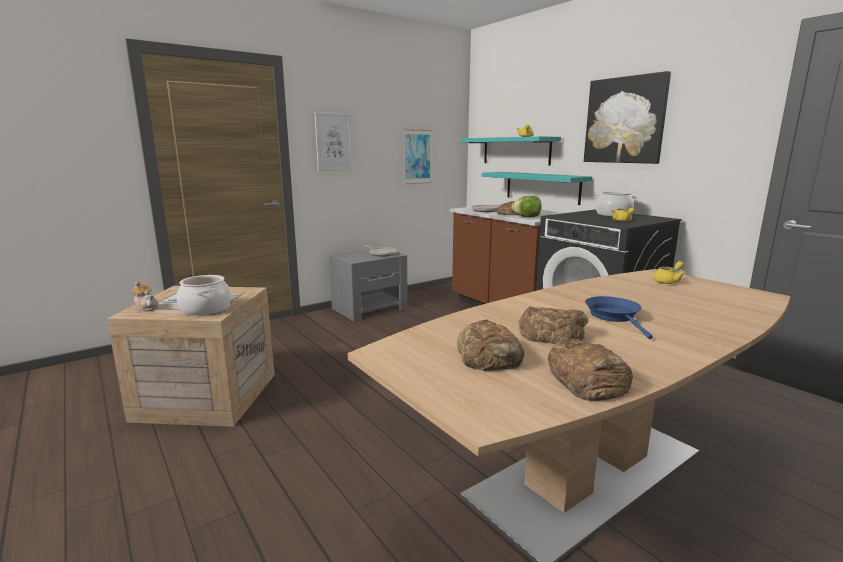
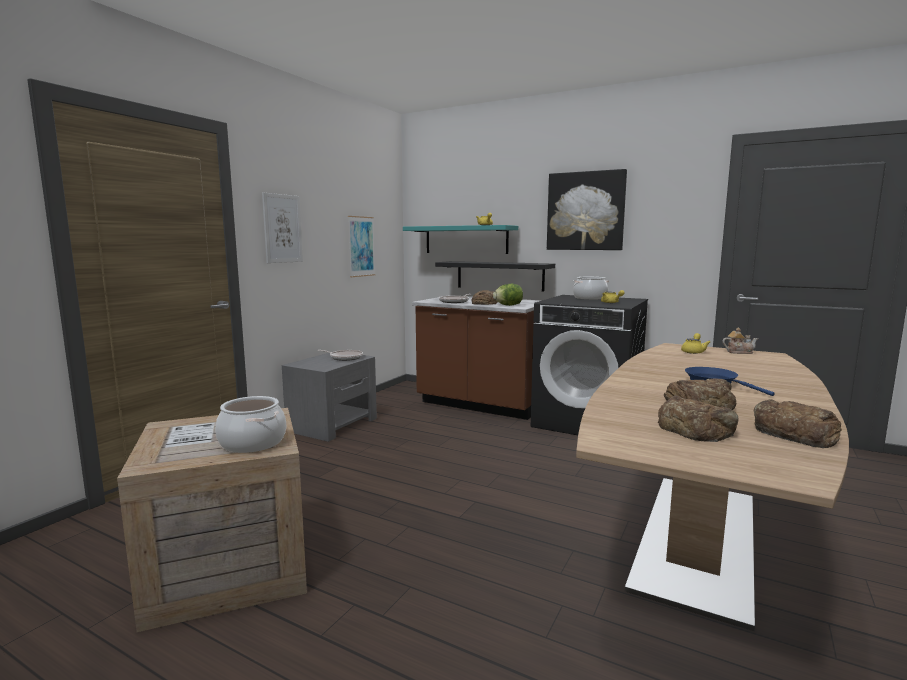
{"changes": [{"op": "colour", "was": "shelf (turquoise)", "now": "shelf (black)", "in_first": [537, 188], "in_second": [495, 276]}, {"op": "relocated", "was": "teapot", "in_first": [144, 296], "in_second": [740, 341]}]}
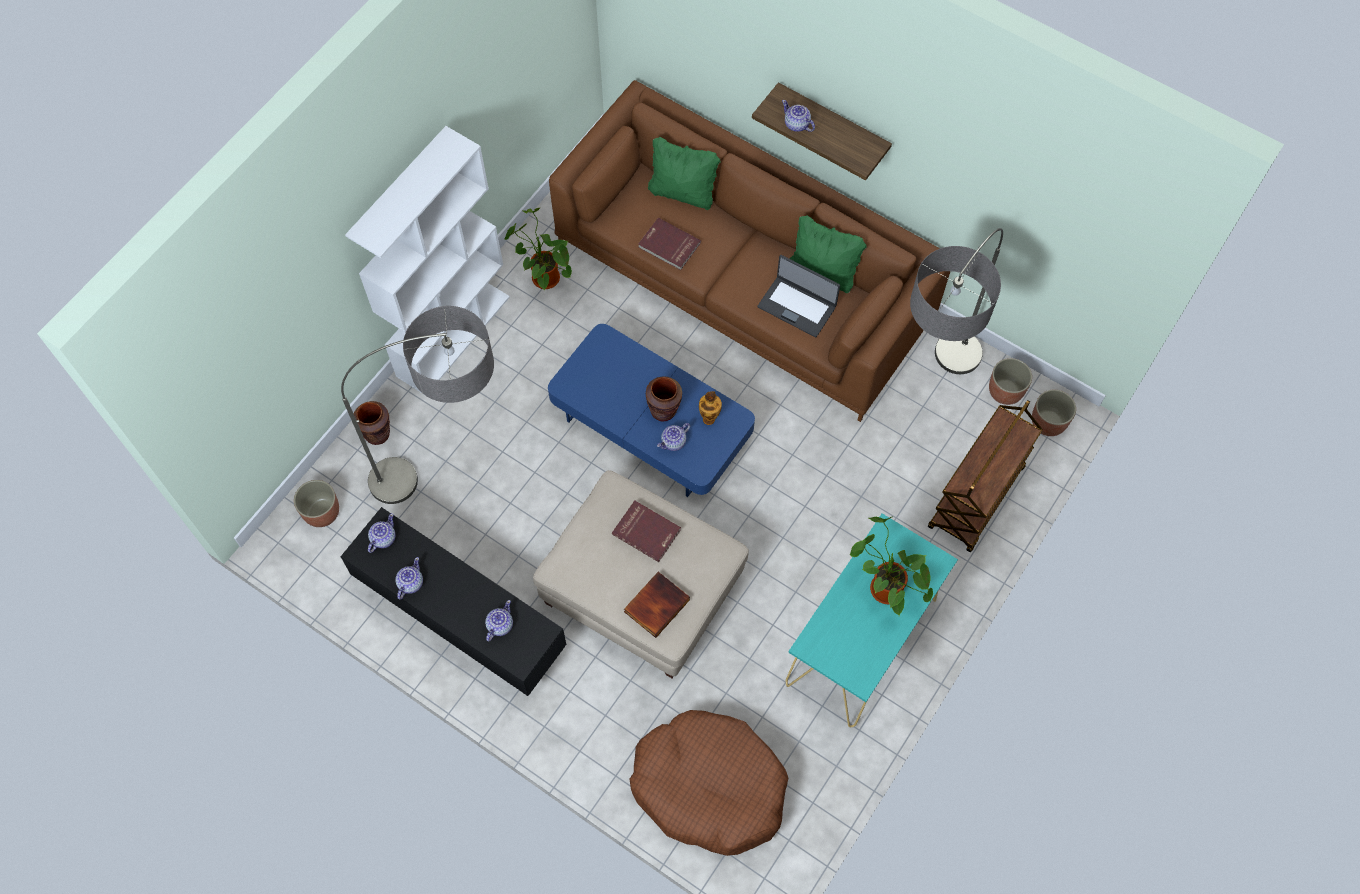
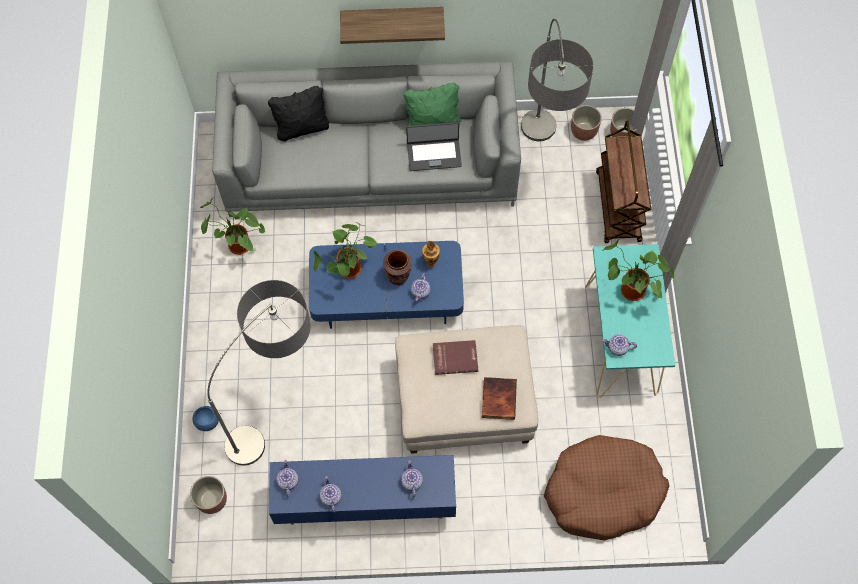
{"changes": [{"op": "colour", "was": "sofa (brown)", "now": "sofa (grey)", "in_first": [750, 251], "in_second": [366, 139]}, {"op": "relocated", "was": "teapot", "in_first": [798, 116], "in_second": [619, 345]}, {"op": "missing", "was": "bookcase (white)", "in_first": [427, 260]}, {"op": "colour", "was": "pillow (green)", "now": "pillow (black)", "in_first": [684, 173], "in_second": [298, 114]}, {"op": "missing", "was": "book (red)", "in_first": [669, 244]}, {"op": "exchanged", "was": "vase (brown)", "now": "bowl (blue)", "in_first": [372, 423], "in_second": [205, 418]}, {"op": "colour", "was": "tv stand (black)", "now": "tv stand (blue)", "in_first": [453, 601], "in_second": [362, 490]}, {"op": "appeared", "now": "potted plant", "in_second": [345, 250]}]}
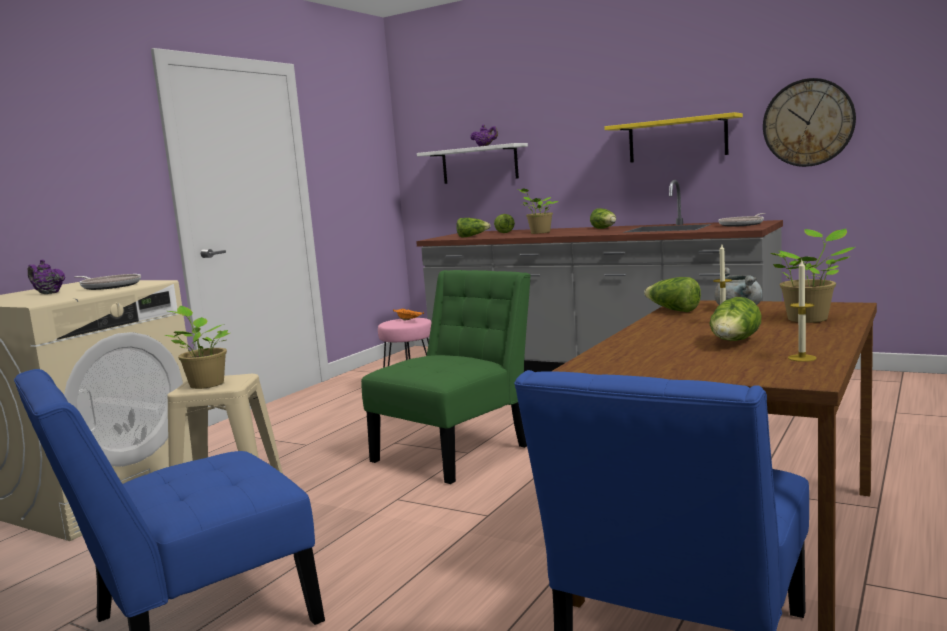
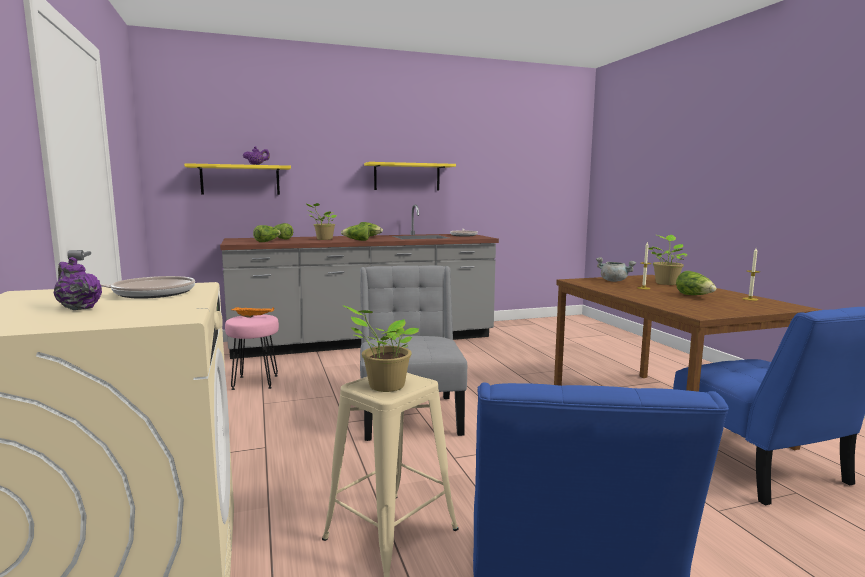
{"changes": [{"op": "missing", "was": "wall clock", "in_first": [809, 122]}, {"op": "colour", "was": "shelf (white)", "now": "shelf (yellow)", "in_first": [472, 163], "in_second": [237, 179]}, {"op": "spun", "was": "teapot (purple)", "in_first": [46, 276], "in_second": [78, 283], "clockwise": 60}, {"op": "colour", "was": "chair (green)", "now": "chair (grey)", "in_first": [446, 377], "in_second": [413, 353]}, {"op": "relocated", "was": "lettuce", "in_first": [672, 294], "in_second": [355, 232]}]}
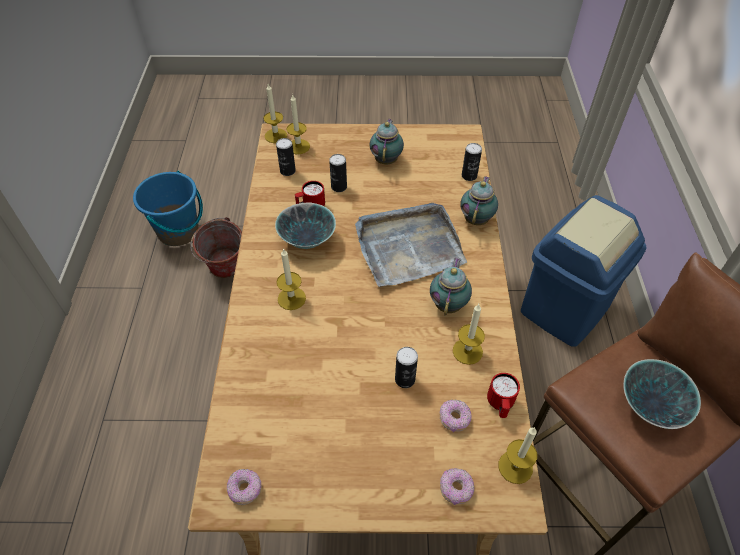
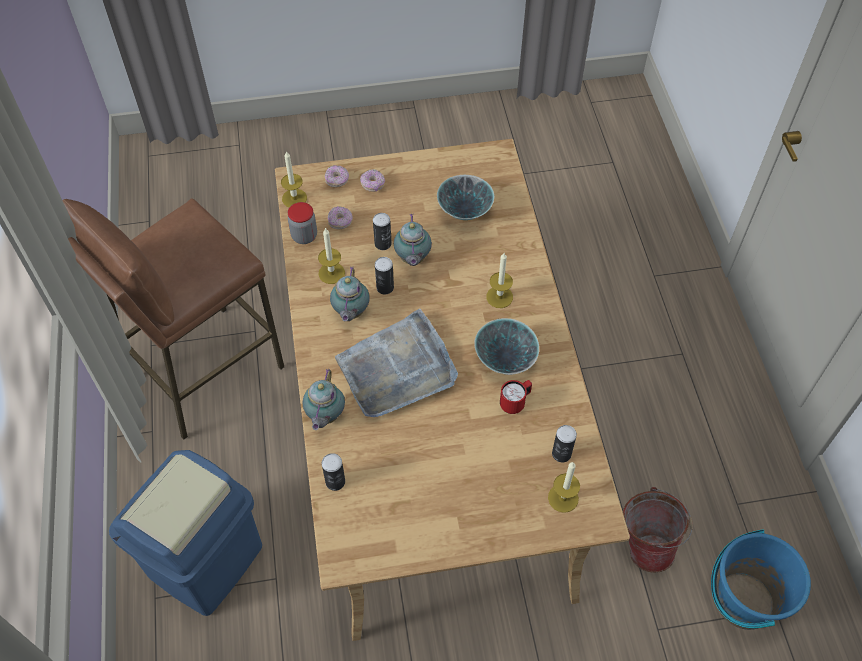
{"changes": [{"op": "missing", "was": "candle", "in_first": [275, 113]}, {"op": "relocated", "was": "teapot", "in_first": [387, 141], "in_second": [413, 239]}, {"op": "relocated", "was": "can", "in_first": [338, 173], "in_second": [384, 276]}, {"op": "relocated", "was": "bowl", "in_first": [662, 394], "in_second": [465, 197]}, {"op": "exchanged", "was": "mug (red)", "now": "jar", "in_first": [503, 395], "in_second": [302, 223]}, {"op": "relocated", "was": "donut", "in_first": [244, 487], "in_second": [372, 180]}]}
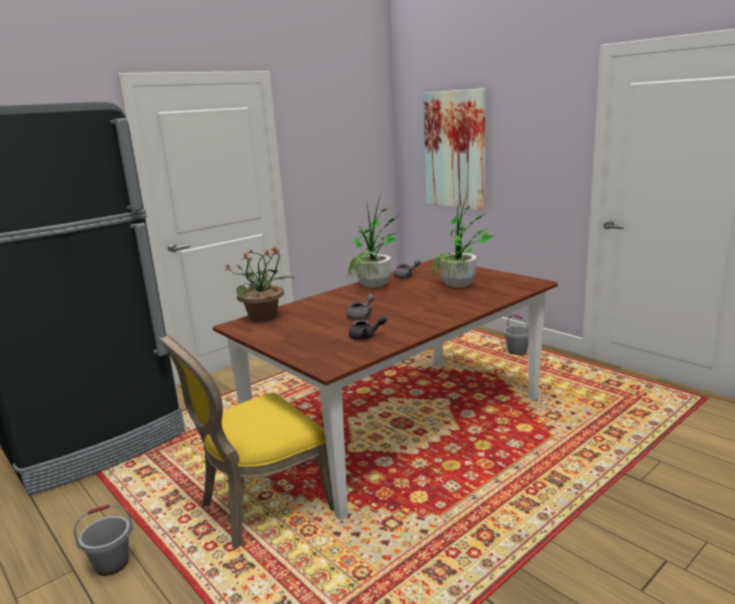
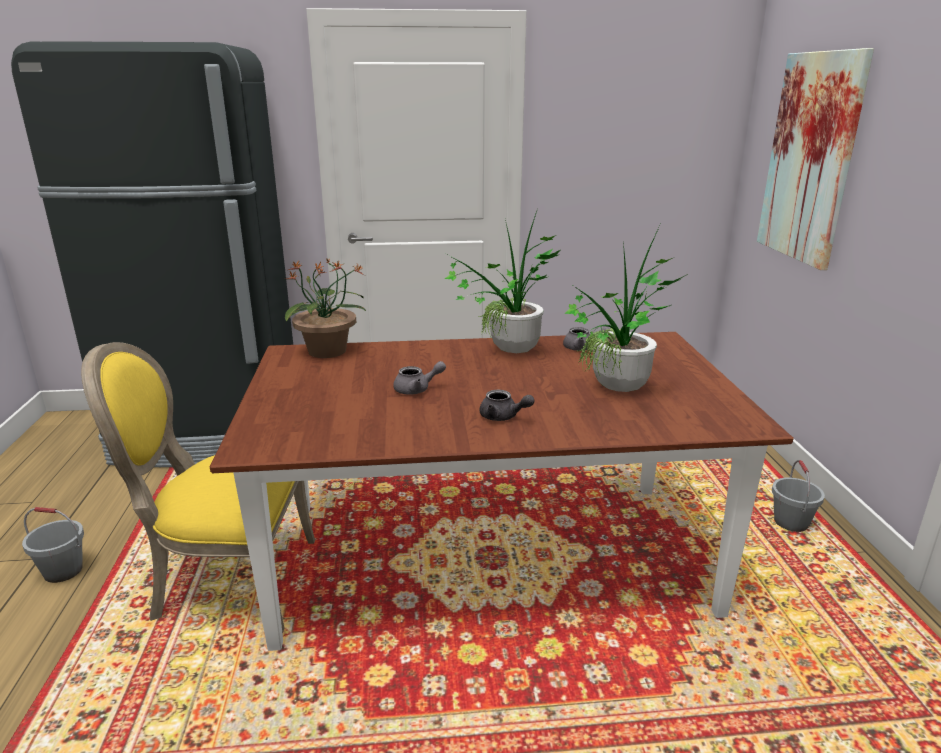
{"changes": [{"op": "relocated", "was": "teapot (grey)", "in_first": [368, 328], "in_second": [506, 405]}]}
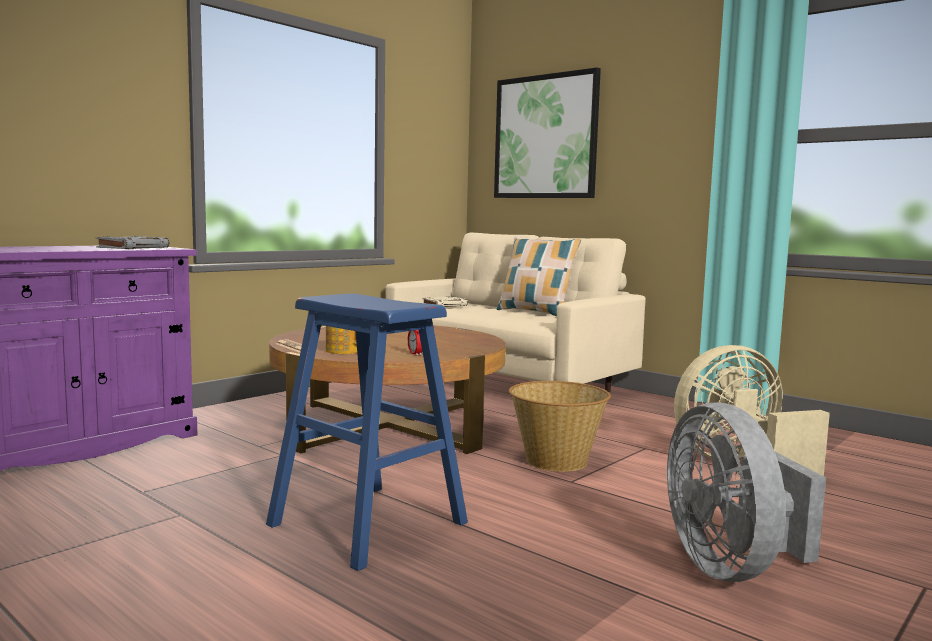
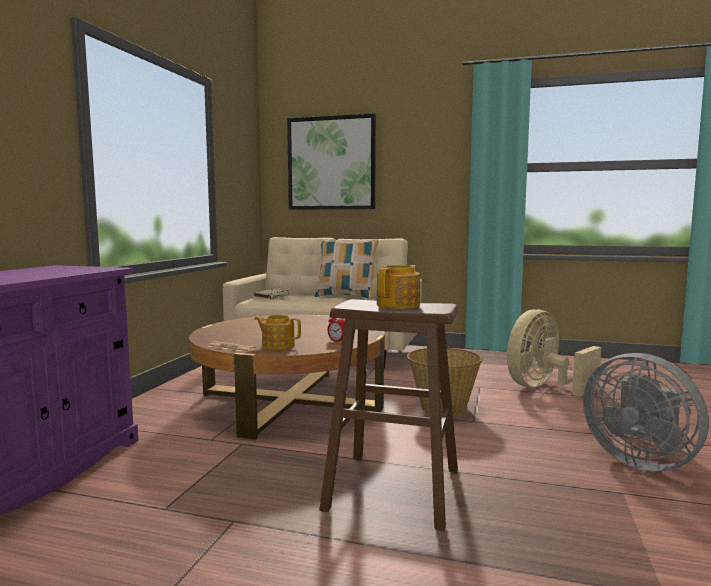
{"changes": [{"op": "missing", "was": "book (grey)", "in_first": [132, 242]}, {"op": "colour", "was": "stool (blue)", "now": "stool (brown)", "in_first": [367, 432], "in_second": [388, 415]}, {"op": "appeared", "now": "teapot", "in_second": [398, 287]}]}
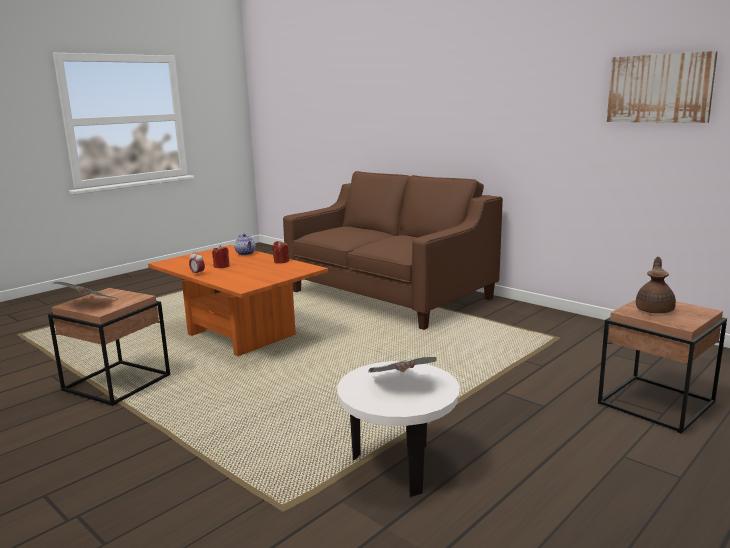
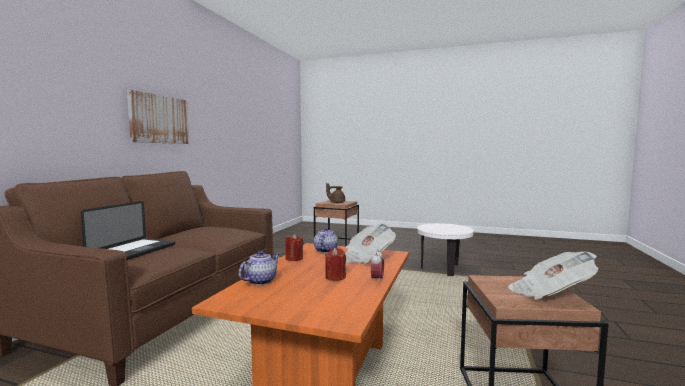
{"changes": [{"op": "relocated", "was": "picture", "in_first": [662, 87], "in_second": [158, 117]}, {"op": "relocated", "was": "newspaper", "in_first": [402, 364], "in_second": [370, 243]}, {"op": "appeared", "now": "laptop", "in_second": [128, 230]}, {"op": "appeared", "now": "teapot", "in_second": [326, 240]}]}
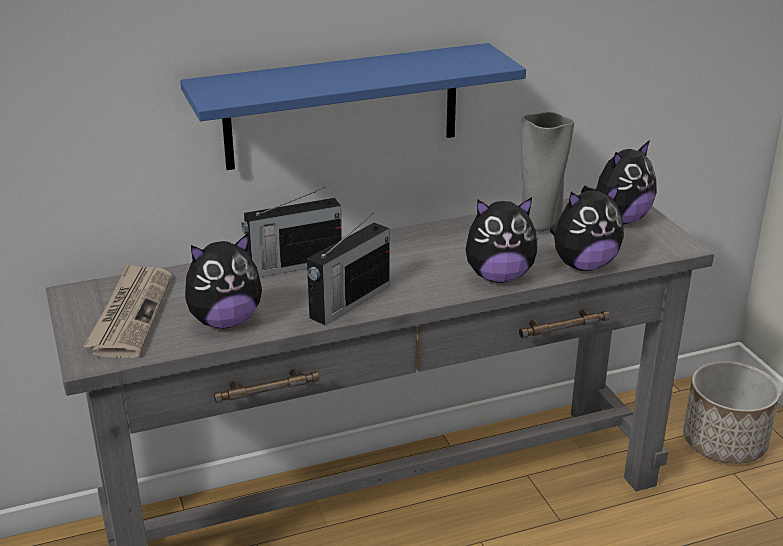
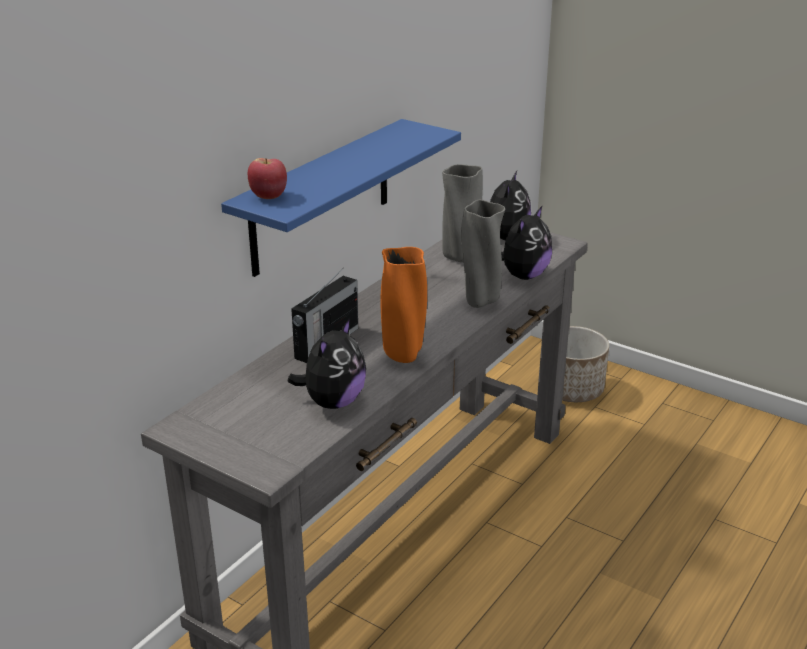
{"changes": [{"op": "exchanged", "was": "plush toy", "now": "vase (grey)", "in_first": [502, 240], "in_second": [483, 254]}, {"op": "exchanged", "was": "radio", "now": "vase (orange)", "in_first": [348, 269], "in_second": [404, 305]}, {"op": "missing", "was": "newspaper", "in_first": [127, 310]}, {"op": "appeared", "now": "apple", "in_second": [267, 178]}]}
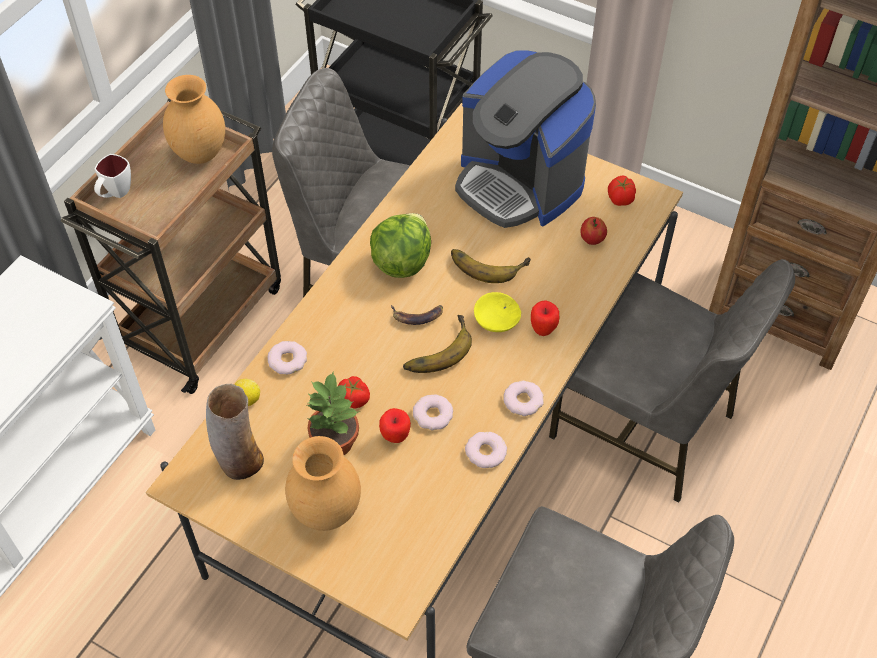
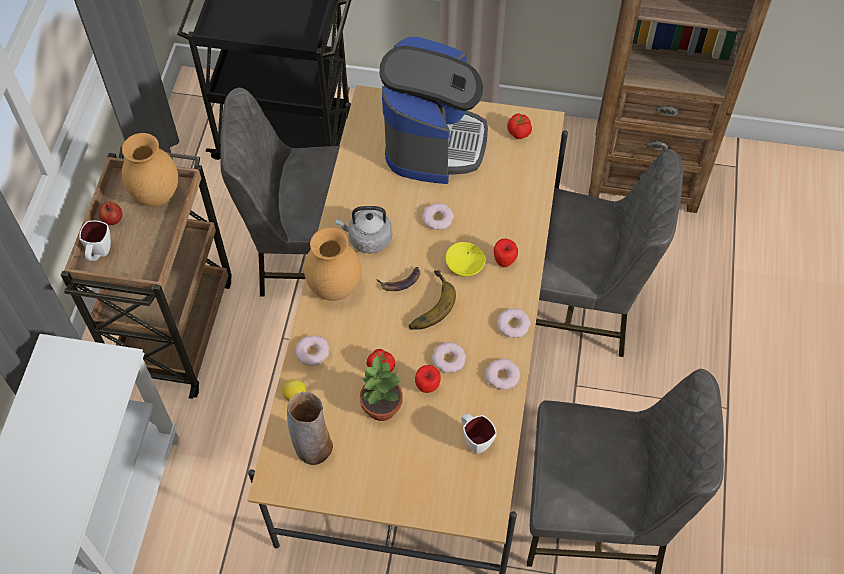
{"changes": [{"op": "spun", "was": "coffee machine", "in_first": [525, 139], "in_second": [434, 110], "clockwise": -105}, {"op": "exchanged", "was": "lettuce", "now": "kettle (grey)", "in_first": [400, 245], "in_second": [363, 230]}, {"op": "relocated", "was": "apple", "in_first": [593, 231], "in_second": [111, 213]}, {"op": "exchanged", "was": "banana", "now": "donut", "in_first": [491, 266], "in_second": [438, 216]}, {"op": "relocated", "was": "vase (brown)", "in_first": [323, 483], "in_second": [332, 264]}, {"op": "appeared", "now": "mug (white)", "in_second": [479, 433]}]}
